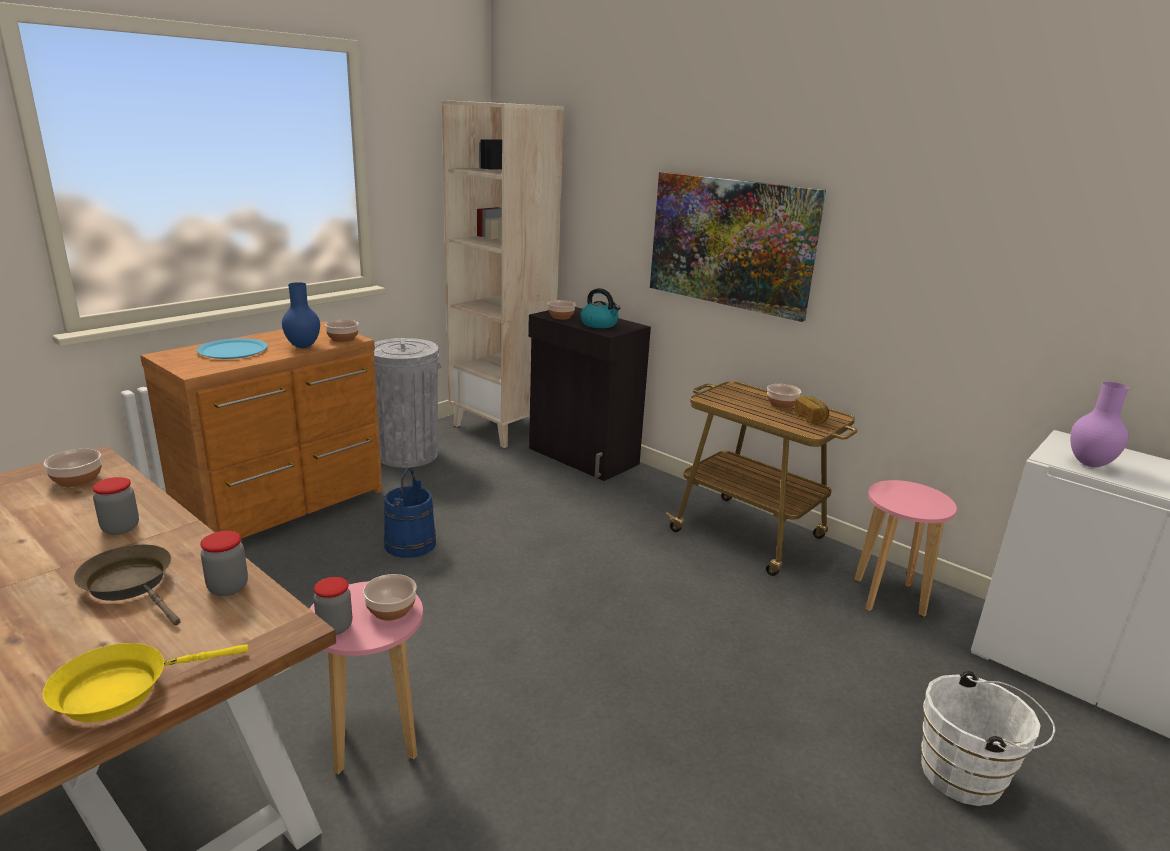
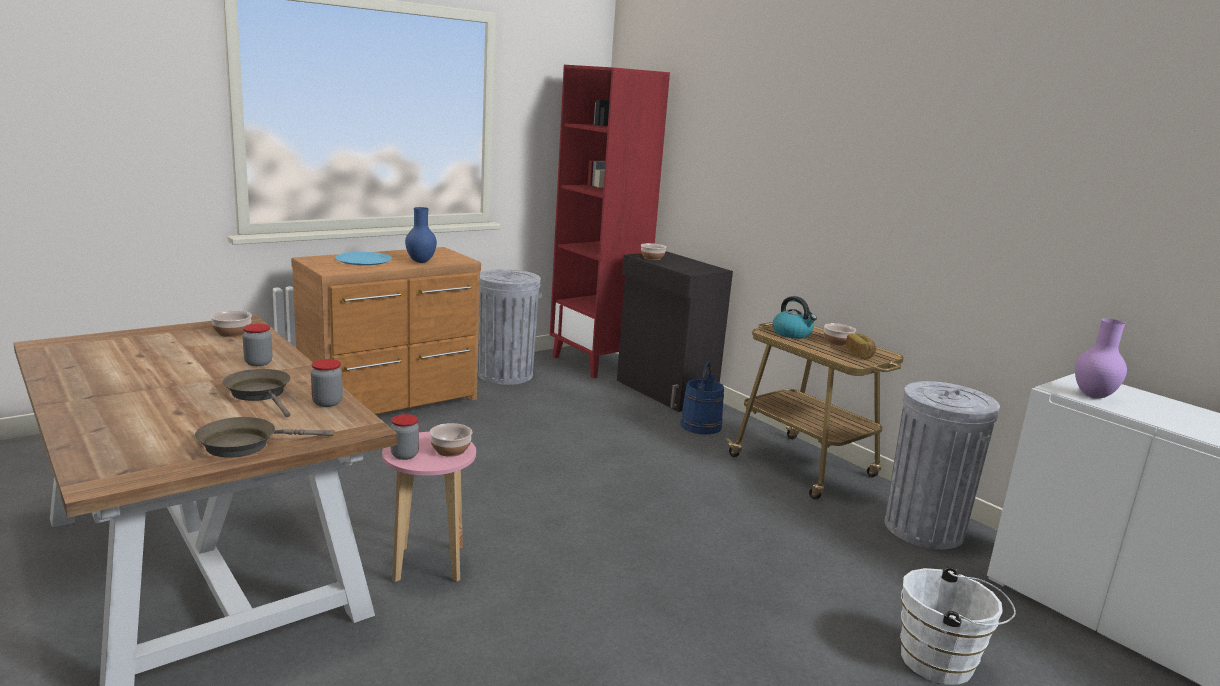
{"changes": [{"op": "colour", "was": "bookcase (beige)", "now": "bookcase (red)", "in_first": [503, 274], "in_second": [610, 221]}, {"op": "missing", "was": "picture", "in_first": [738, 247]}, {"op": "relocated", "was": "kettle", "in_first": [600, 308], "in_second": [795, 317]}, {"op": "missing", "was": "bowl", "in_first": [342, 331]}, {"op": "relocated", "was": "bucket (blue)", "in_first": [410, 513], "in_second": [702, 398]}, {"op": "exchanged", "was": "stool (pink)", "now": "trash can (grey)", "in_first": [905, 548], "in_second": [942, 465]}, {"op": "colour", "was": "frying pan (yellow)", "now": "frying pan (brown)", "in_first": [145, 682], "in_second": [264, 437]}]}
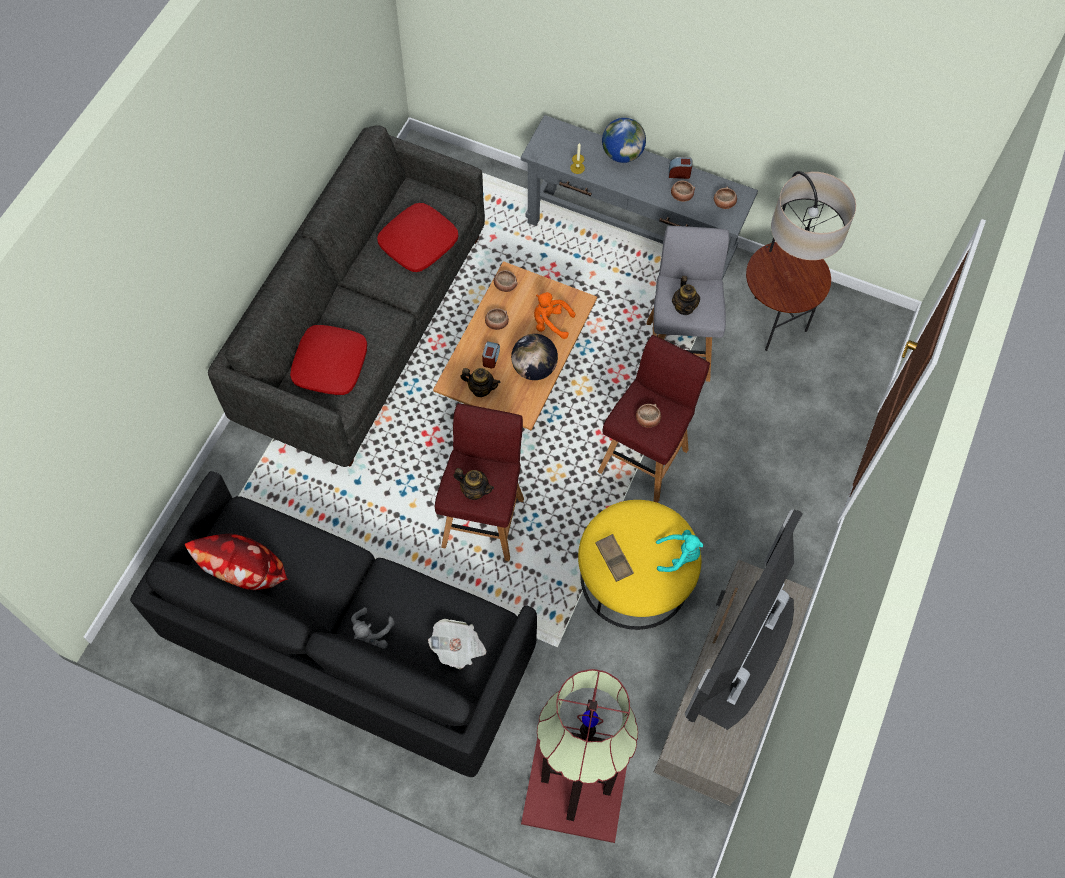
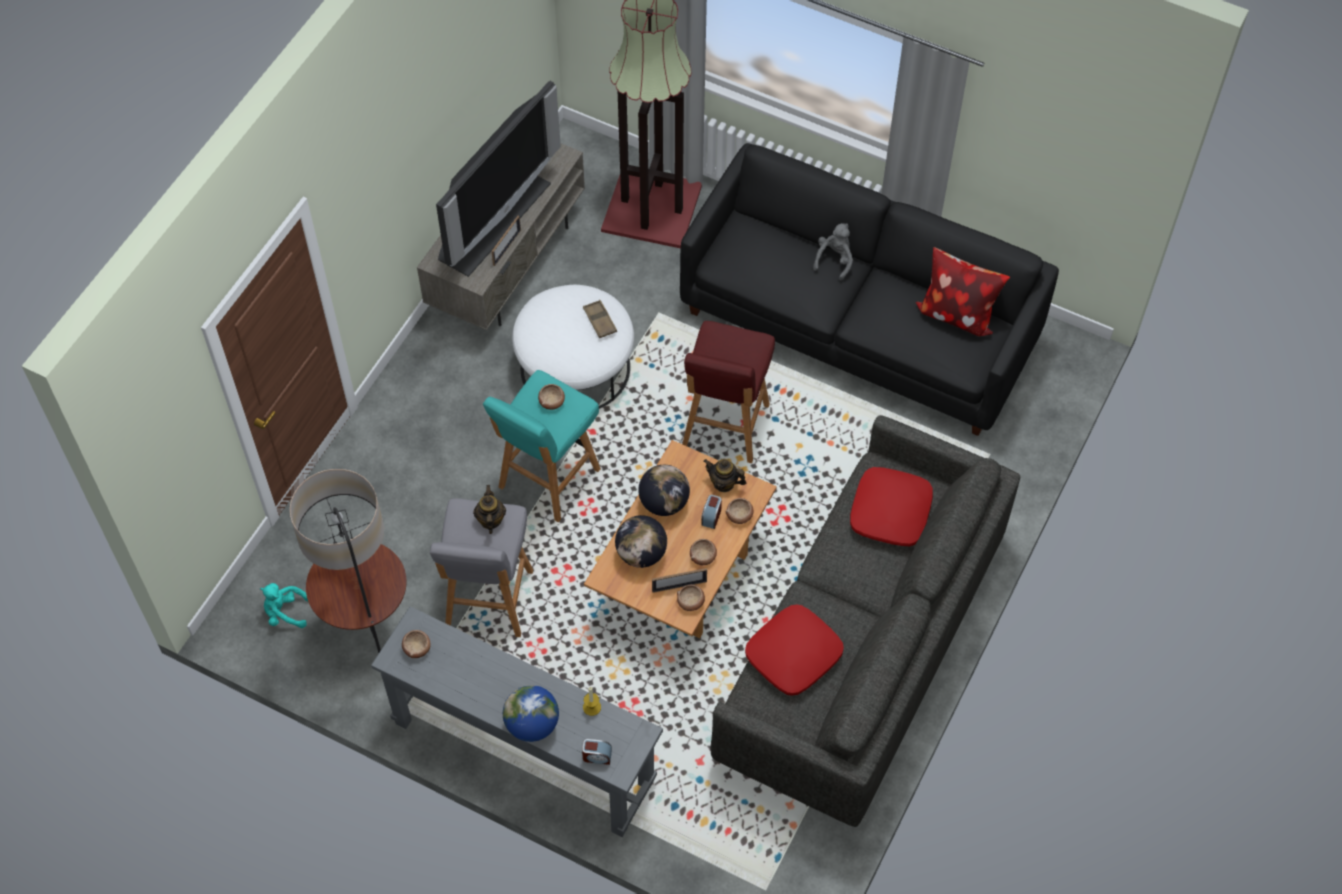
{"changes": [{"op": "relocated", "was": "alarm clock", "in_first": [681, 168], "in_second": [597, 752]}, {"op": "relocated", "was": "bowl", "in_first": [683, 191], "in_second": [739, 511]}, {"op": "exchanged", "was": "plush toy (orange)", "now": "globe", "in_first": [555, 315], "in_second": [641, 541]}, {"op": "colour", "was": "stool (red)", "now": "stool (turquoise)", "in_first": [654, 419], "in_second": [542, 446]}, {"op": "missing", "was": "teapot", "in_first": [473, 484]}, {"op": "colour", "was": "ottoman (yellow)", "now": "ottoman (white)", "in_first": [639, 565], "in_second": [573, 347]}, {"op": "relocated", "was": "plush toy (turquoise)", "in_first": [679, 551], "in_second": [284, 605]}, {"op": "missing", "was": "newspaper", "in_first": [457, 643]}, {"op": "appeared", "now": "picture frame", "in_second": [679, 580]}]}
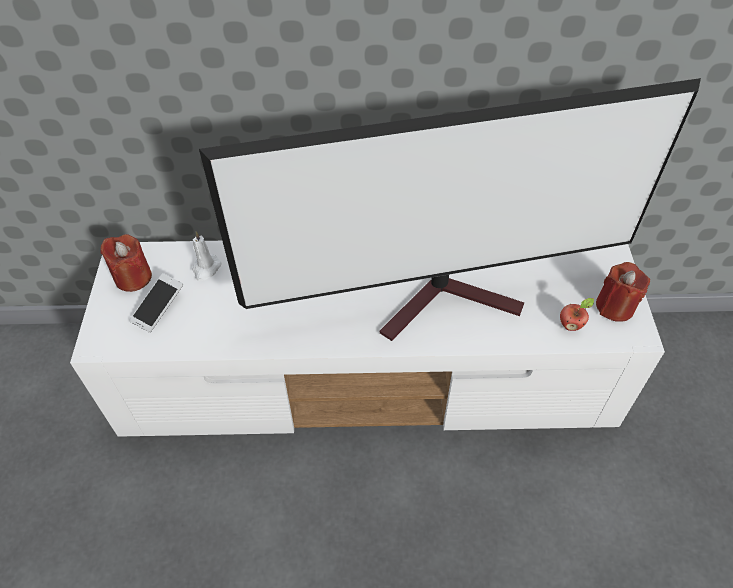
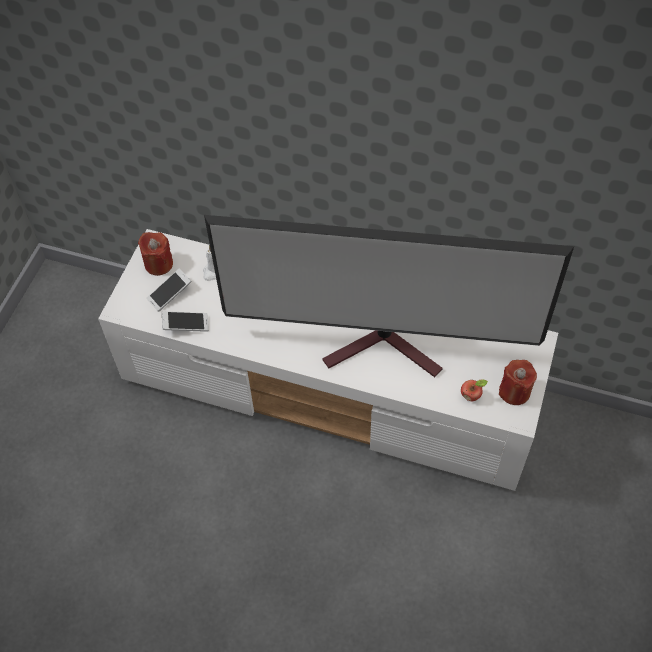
{"changes": [{"op": "appeared", "now": "phone", "in_second": [185, 321]}]}
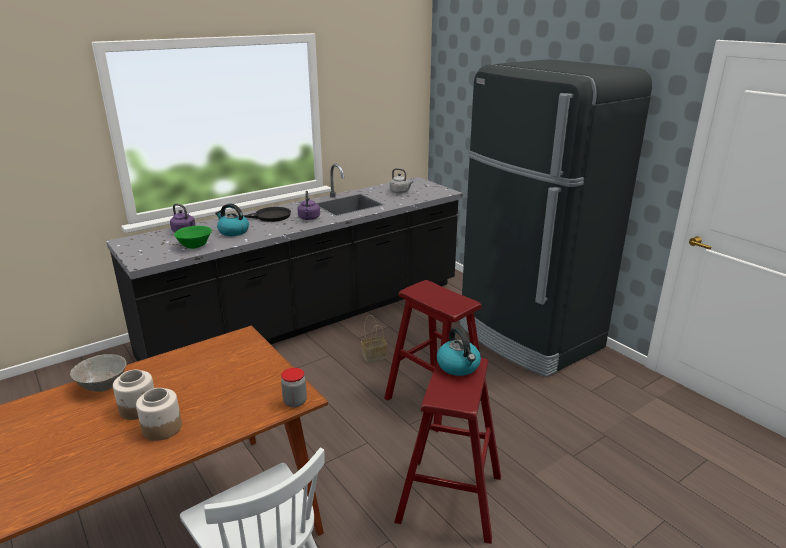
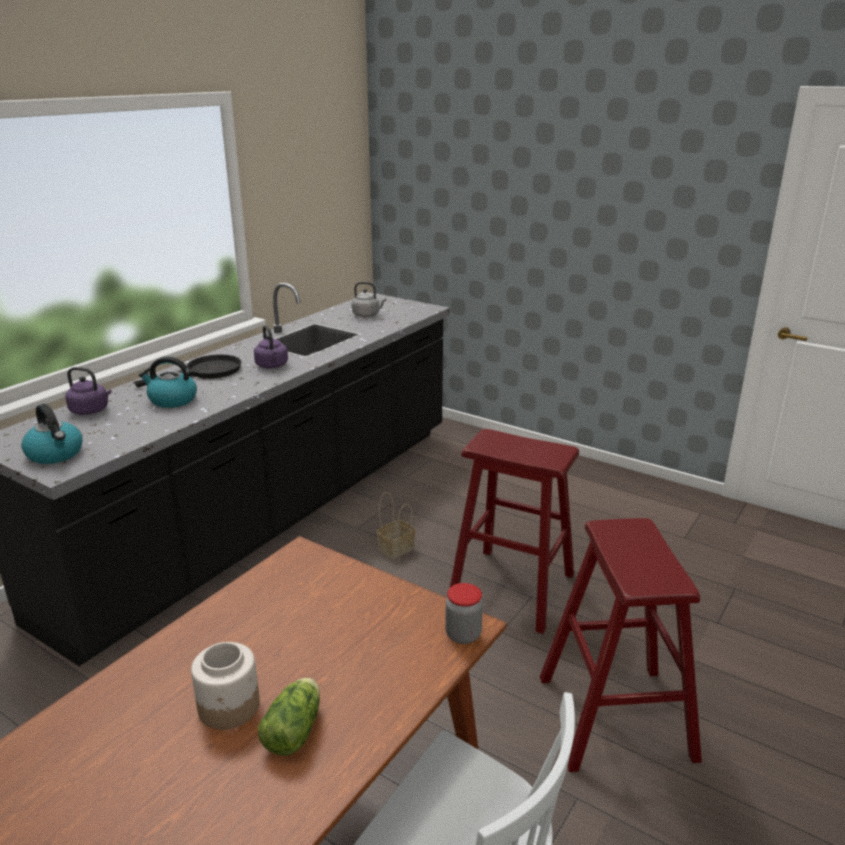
{"changes": [{"op": "missing", "was": "fridge (black)", "in_first": [556, 218]}, {"op": "missing", "was": "bowl (green)", "in_first": [193, 237]}, {"op": "relocated", "was": "kettle", "in_first": [459, 351], "in_second": [52, 434]}, {"op": "missing", "was": "bowl (grey)", "in_first": [98, 373]}, {"op": "exchanged", "was": "jar", "now": "lettuce", "in_first": [159, 414], "in_second": [289, 717]}]}
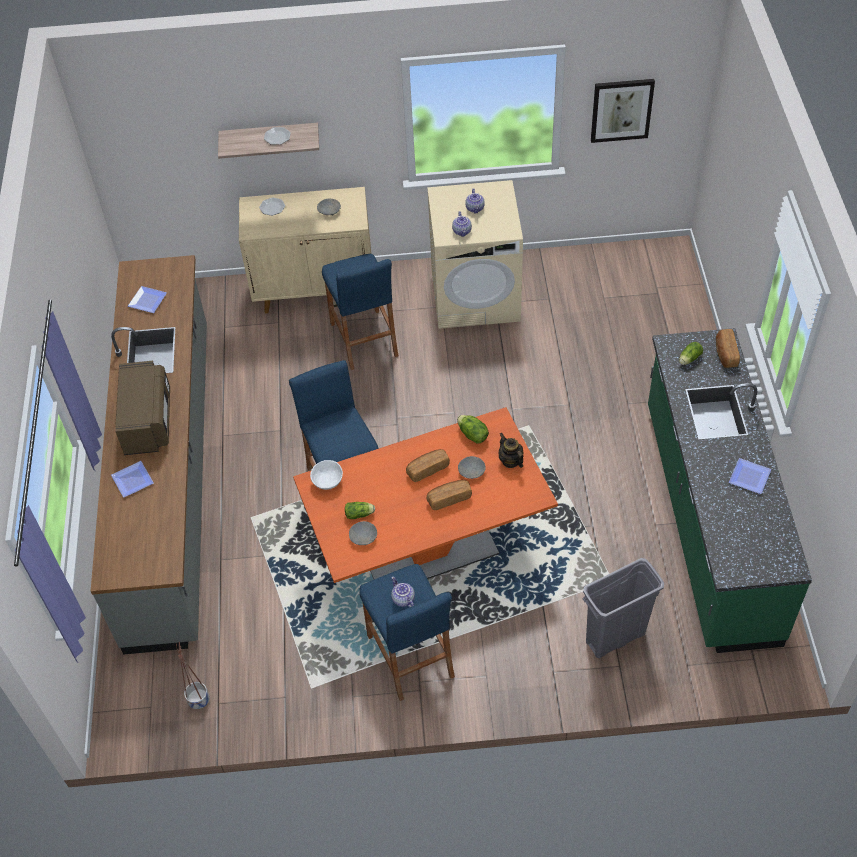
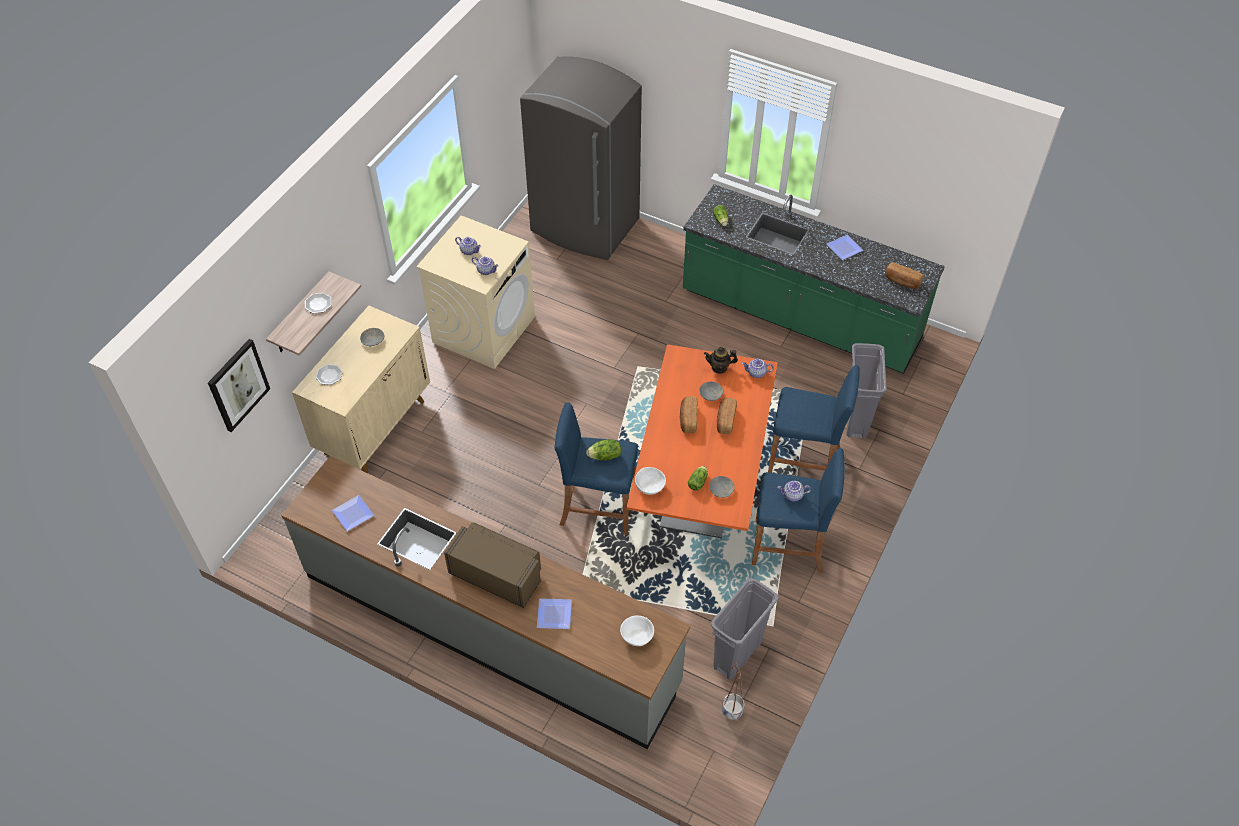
{"changes": [{"op": "relocated", "was": "picture", "in_first": [623, 111], "in_second": [239, 385]}, {"op": "relocated", "was": "stool (blue)", "in_first": [360, 312], "in_second": [813, 419]}, {"op": "relocated", "was": "bread", "in_first": [728, 348], "in_second": [904, 275]}, {"op": "relocated", "was": "lettuce", "in_first": [473, 429], "in_second": [603, 449]}, {"op": "appeared", "now": "fridge (grey)", "in_second": [581, 158]}, {"op": "appeared", "now": "teapot", "in_second": [758, 368]}, {"op": "appeared", "now": "trash can (grey)", "in_second": [744, 629]}, {"op": "appeared", "now": "bowl (white)", "in_second": [637, 630]}]}
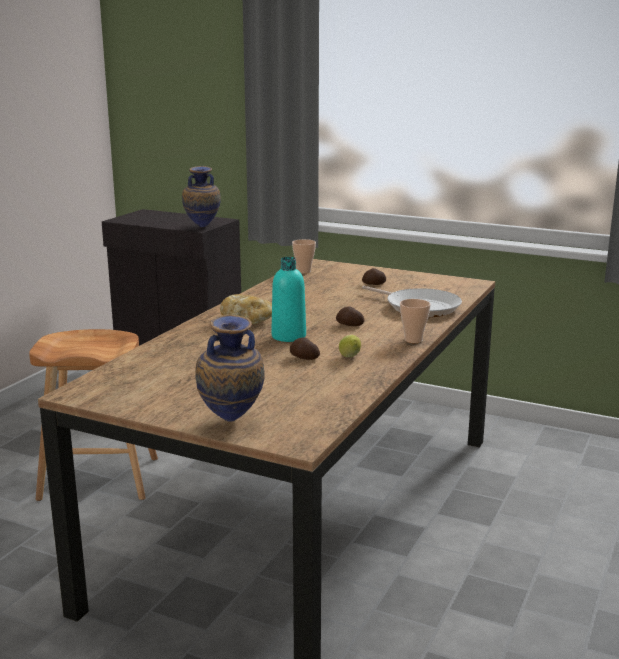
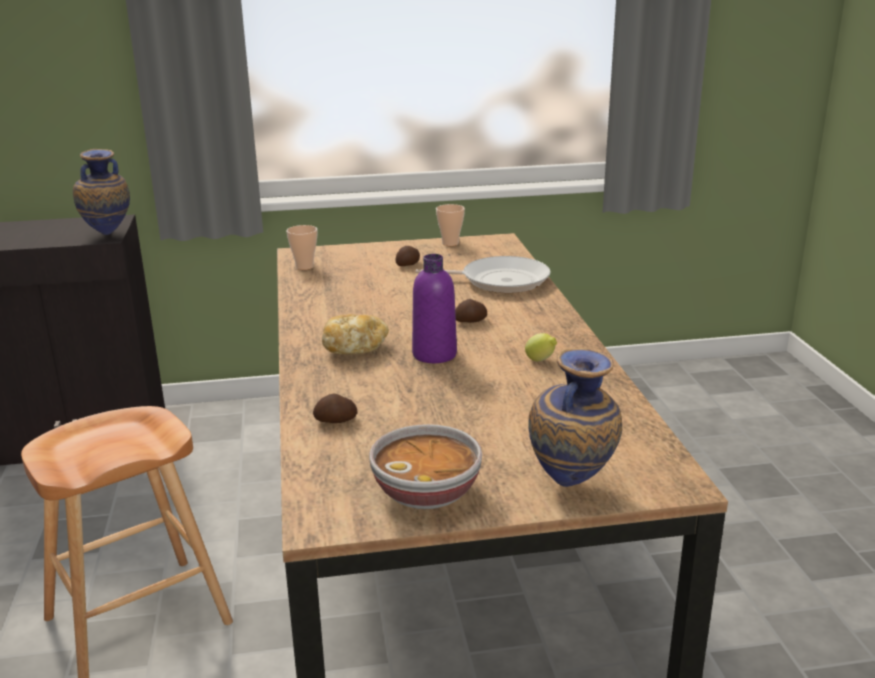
{"changes": [{"op": "colour", "was": "bottle (turquoise)", "now": "bottle (purple)", "in_first": [289, 299], "in_second": [434, 308]}, {"op": "relocated", "was": "cup", "in_first": [415, 321], "in_second": [450, 225]}, {"op": "relocated", "was": "potato", "in_first": [305, 348], "in_second": [335, 408]}, {"op": "appeared", "now": "bowl", "in_second": [425, 466]}]}
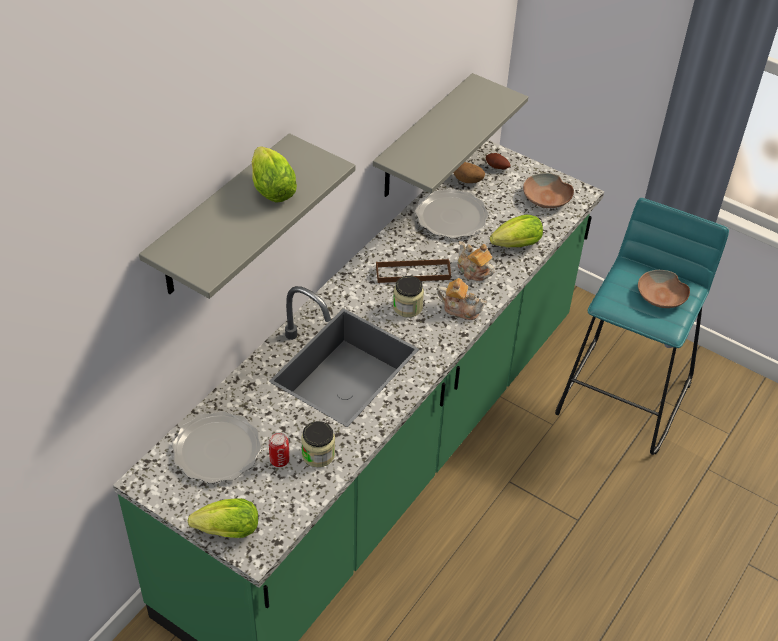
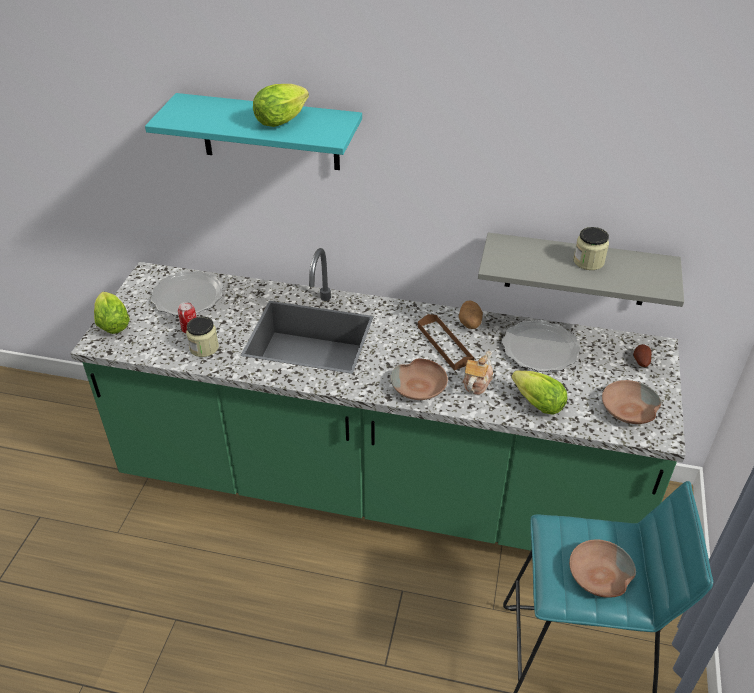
{"changes": [{"op": "colour", "was": "shelf (grey)", "now": "shelf (turquoise)", "in_first": [247, 216], "in_second": [253, 131]}, {"op": "relocated", "was": "potato", "in_first": [469, 172], "in_second": [471, 314]}, {"op": "relocated", "was": "jar", "in_first": [408, 296], "in_second": [591, 248]}, {"op": "exchanged", "was": "teapot", "now": "bowl (brown)", "in_first": [461, 299], "in_second": [419, 379]}]}
